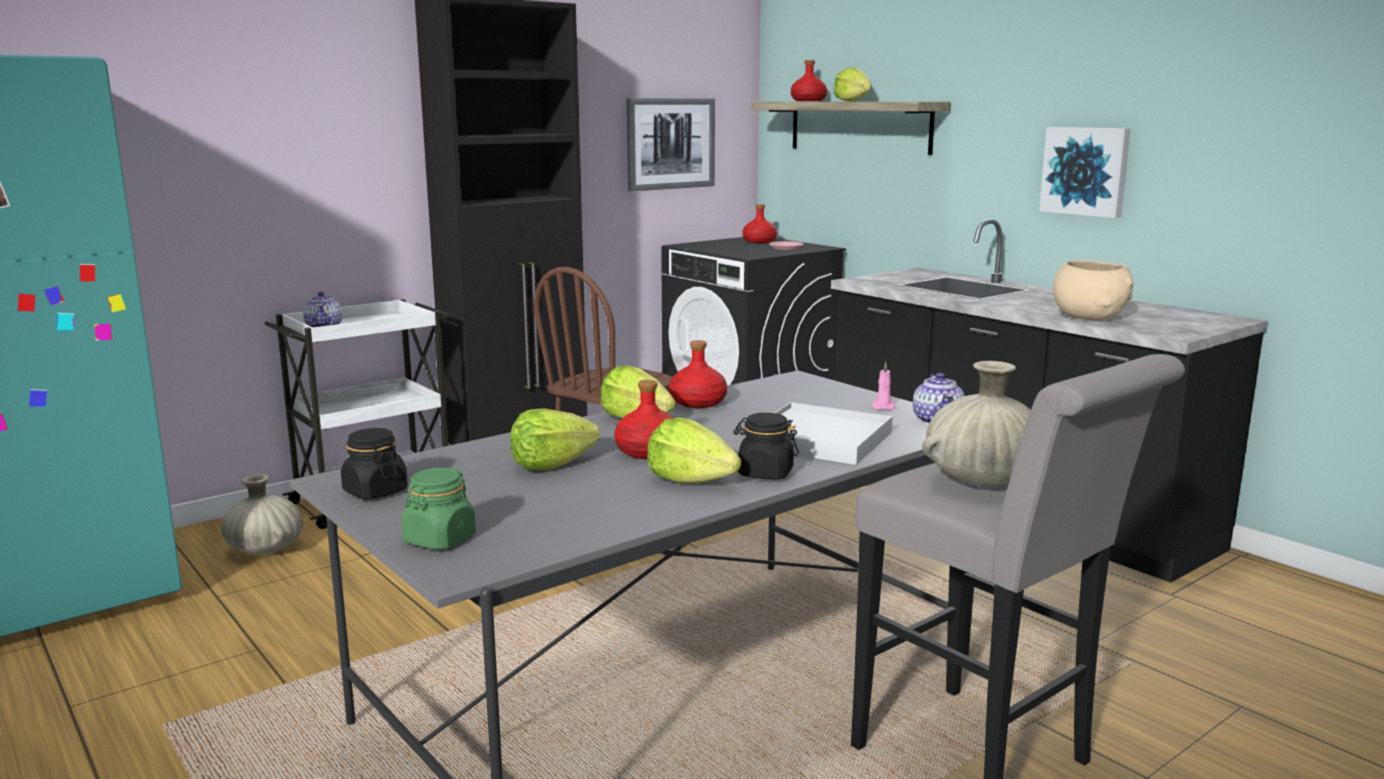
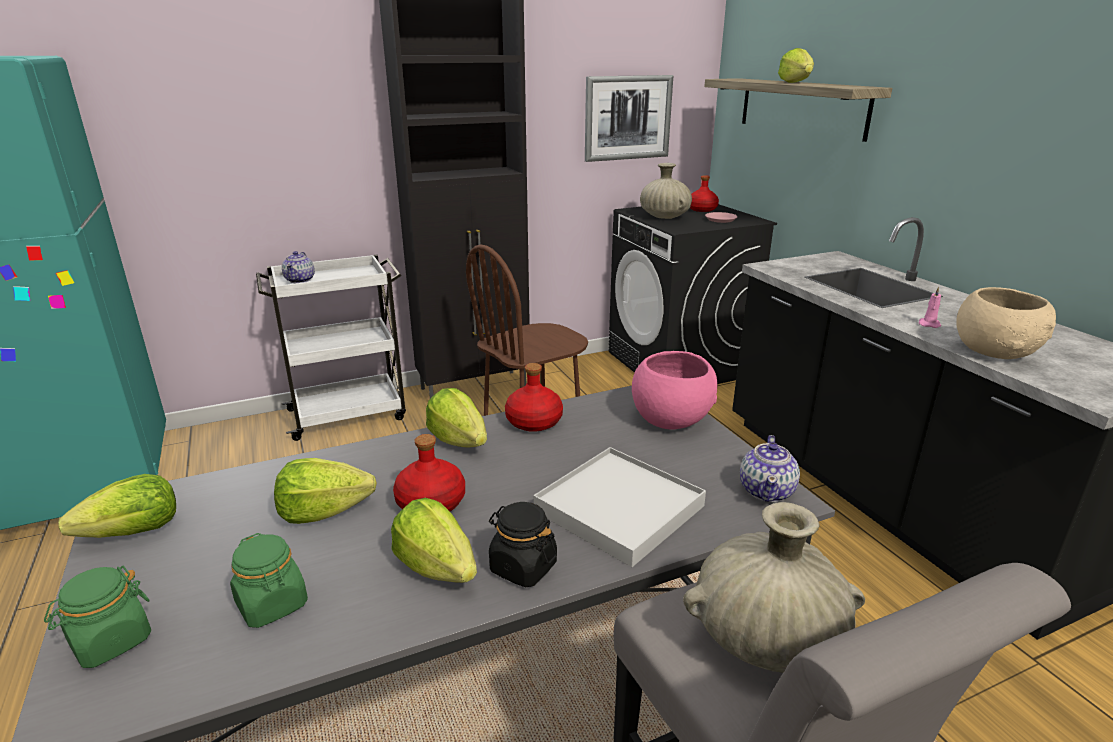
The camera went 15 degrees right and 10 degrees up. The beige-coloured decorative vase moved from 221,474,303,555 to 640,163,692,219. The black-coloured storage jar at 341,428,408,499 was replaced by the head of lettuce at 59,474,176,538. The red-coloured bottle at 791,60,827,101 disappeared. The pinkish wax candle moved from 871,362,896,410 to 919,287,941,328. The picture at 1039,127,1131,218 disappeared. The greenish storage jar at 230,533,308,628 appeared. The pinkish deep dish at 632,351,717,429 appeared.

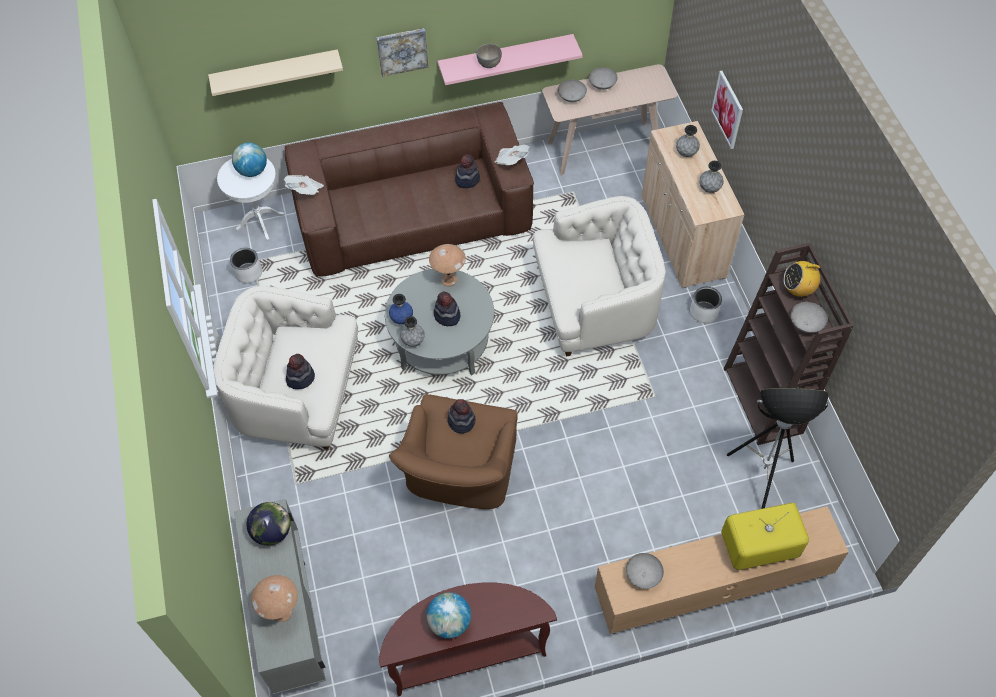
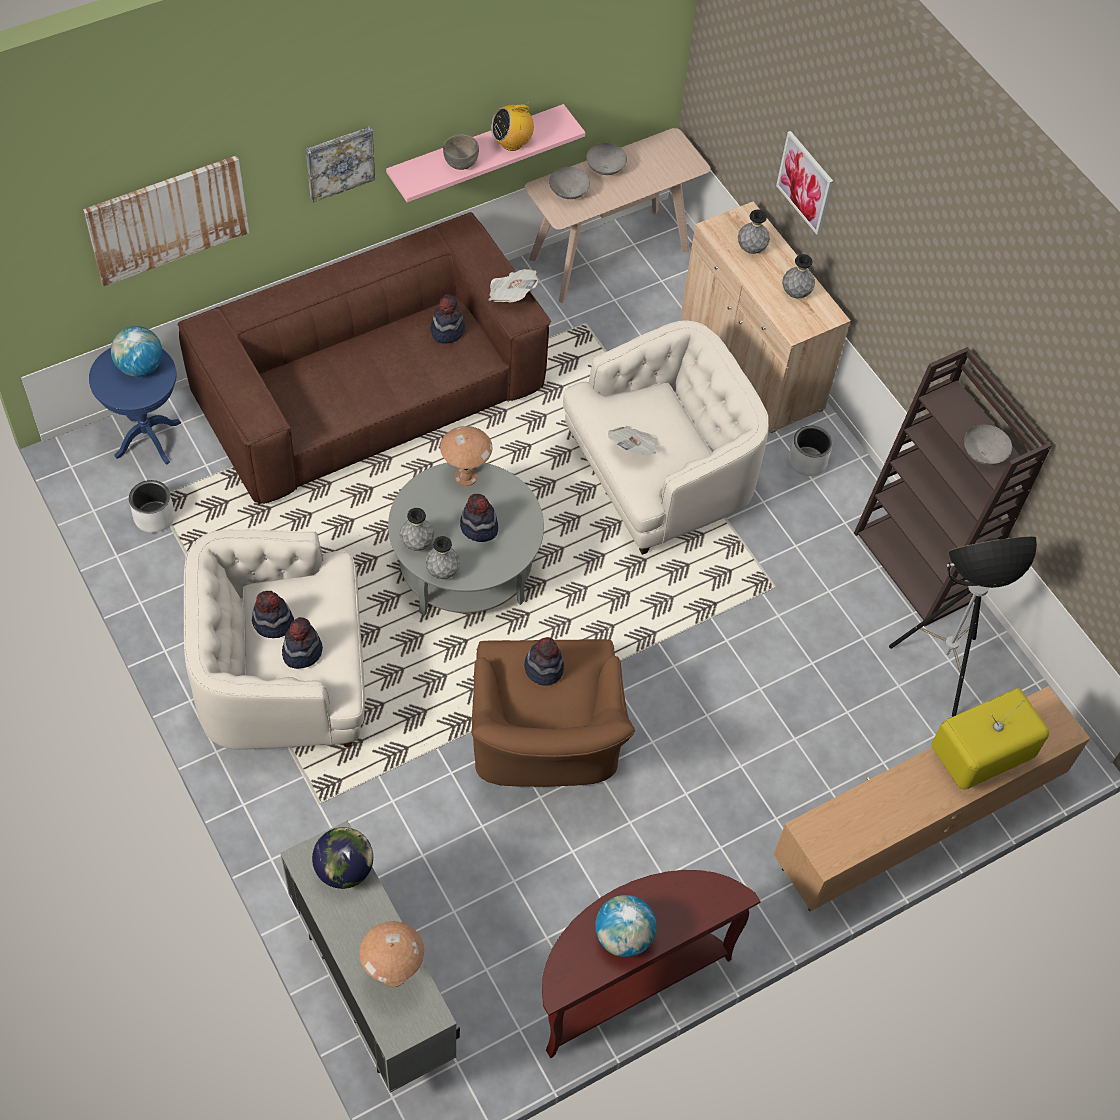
The camera went 20 degrees left and 0 degrees up. The beige-coloured bracket shelf at 208,49,343,96 was replaced by the picture at 83,155,249,287. The white side table at 217,159,285,240 became the blue-coloured side table at 89,348,181,465. The newspaper moved from 284,175,324,195 to 608,426,658,455. The blue-coloured decorative vase at 389,294,413,324 became the gray decorative vase at 400,508,434,551. The gray deep dish at 626,553,664,589 disappeared. The radio moved from 783,260,821,297 to 491,100,534,151. The wearable hat at 252,591,294,638 appeared.

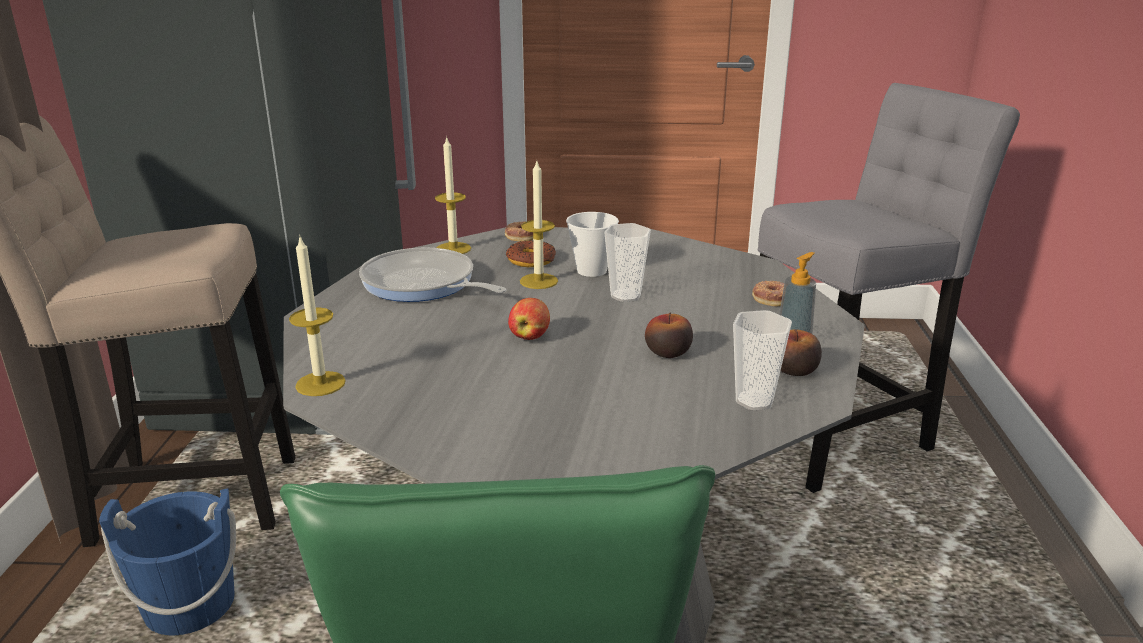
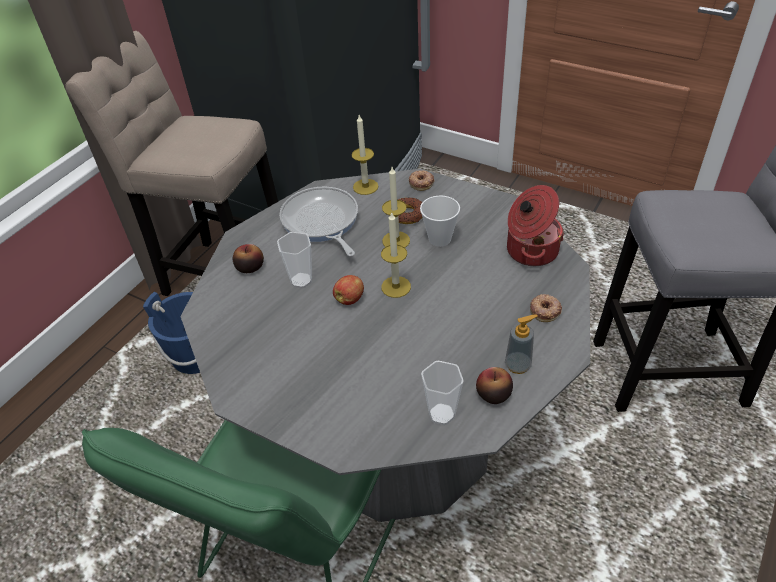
The camera went 30 degrees right and 20 degrees up. The wax candle moved from 289,237,346,396 to 381,211,411,298. The cup moved from 604,223,651,302 to 277,232,312,288. The whole apple moved from 645,313,693,358 to 233,244,264,273. The stockpot at 507,185,564,266 appeared.

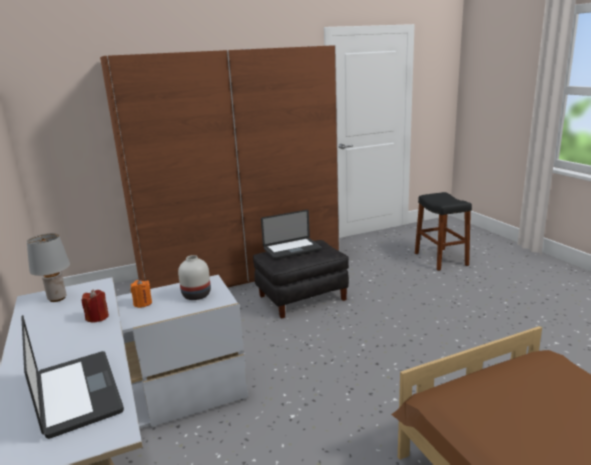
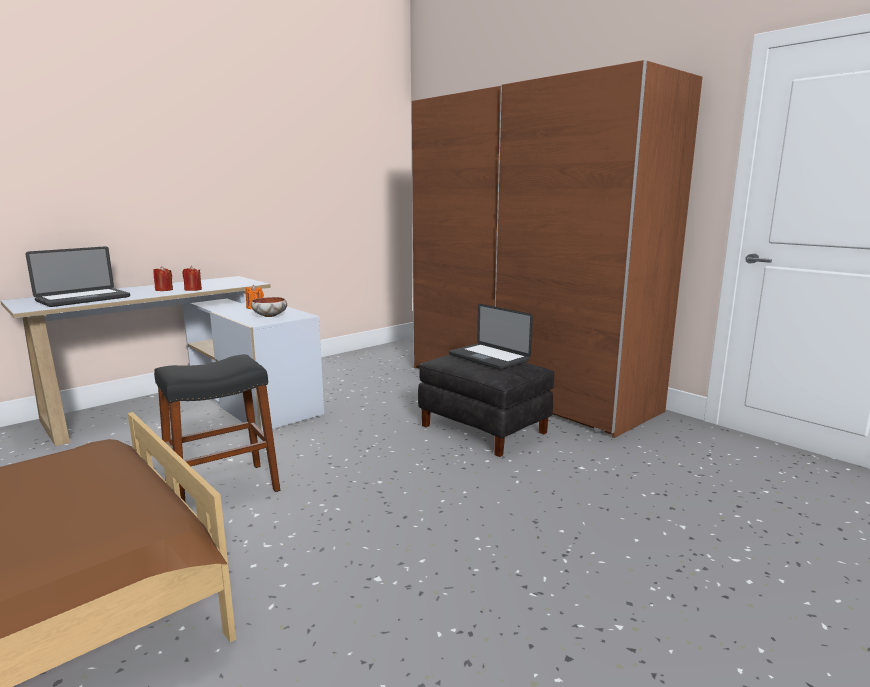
The camera went 70 degrees right and 5 degrees down. The gray tabletop lamp at 27,233,70,302 disappeared. The white decorative vase at 178,255,211,300 was replaced by the deep dish at 251,297,287,317. The black-coloured sitting stool moved from 415,192,472,271 to 154,354,280,502. The red-coloured wax candle at 153,266,173,291 appeared.

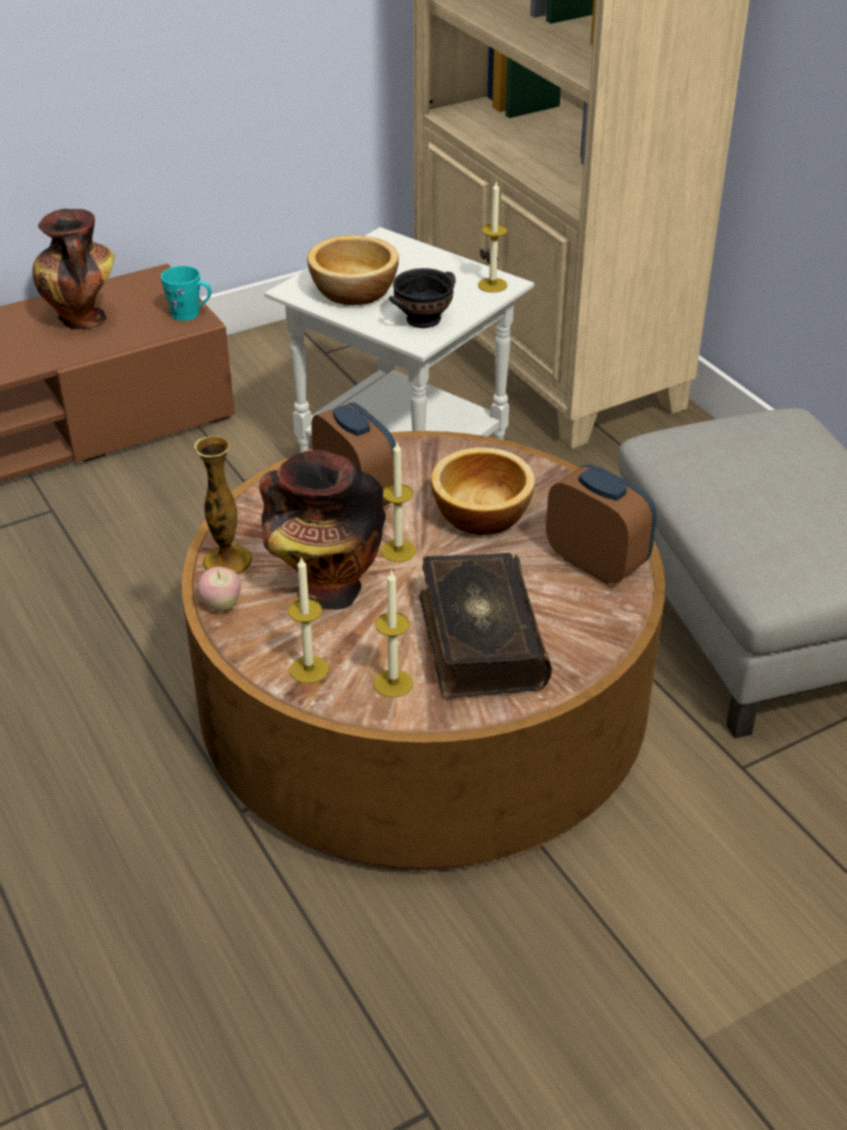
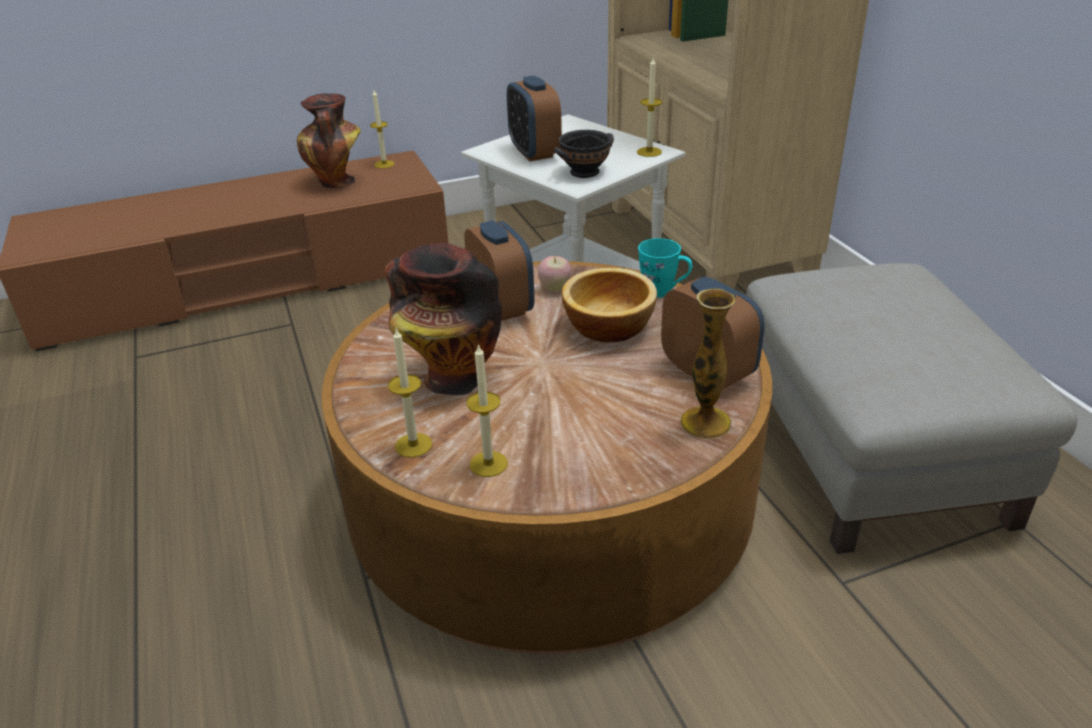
The camera went 10 degrees right and 5 degrees down. The turquoise mug moved from 161,266,211,321 to 638,238,693,298. The decorative vase moved from 194,436,252,575 to 681,289,735,439. The whole apple moved from 198,566,241,611 to 538,255,571,291. The deep dish at 307,235,399,305 was replaced by the bedside clock at 507,75,562,161. The wax candle moved from 381,443,416,562 to 370,90,395,169. The book at 419,553,552,698 disappeared.

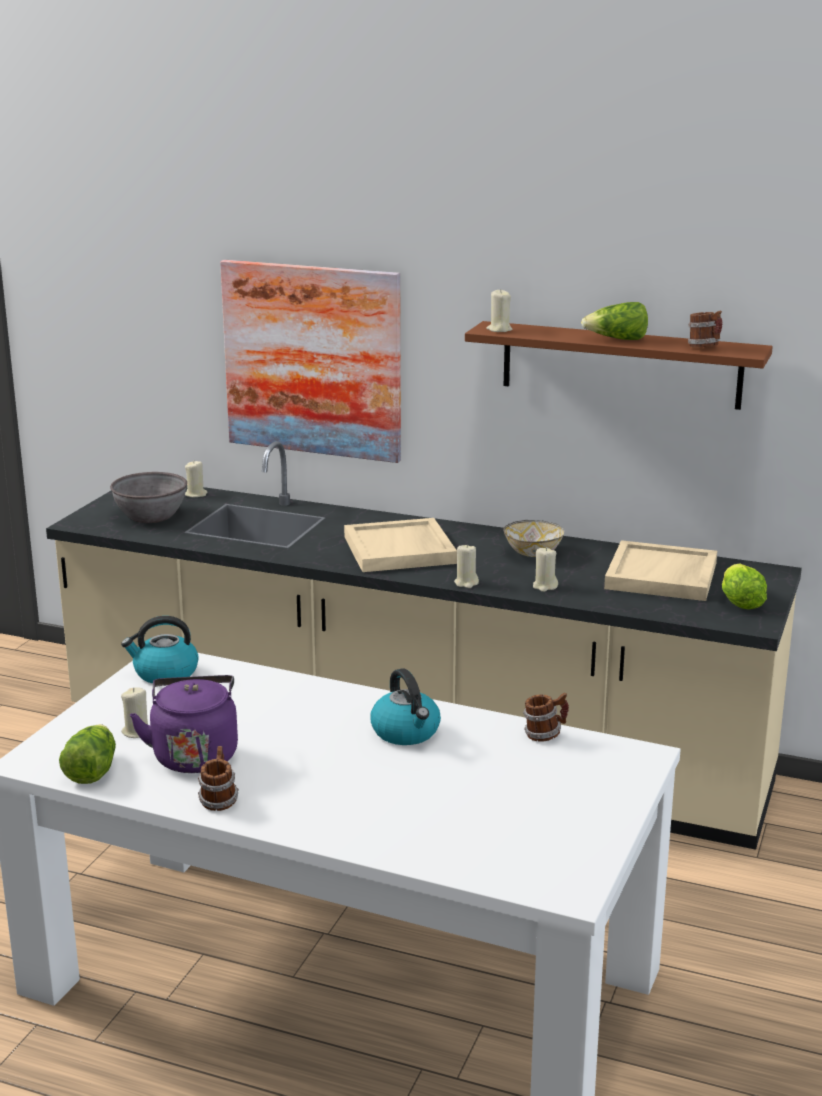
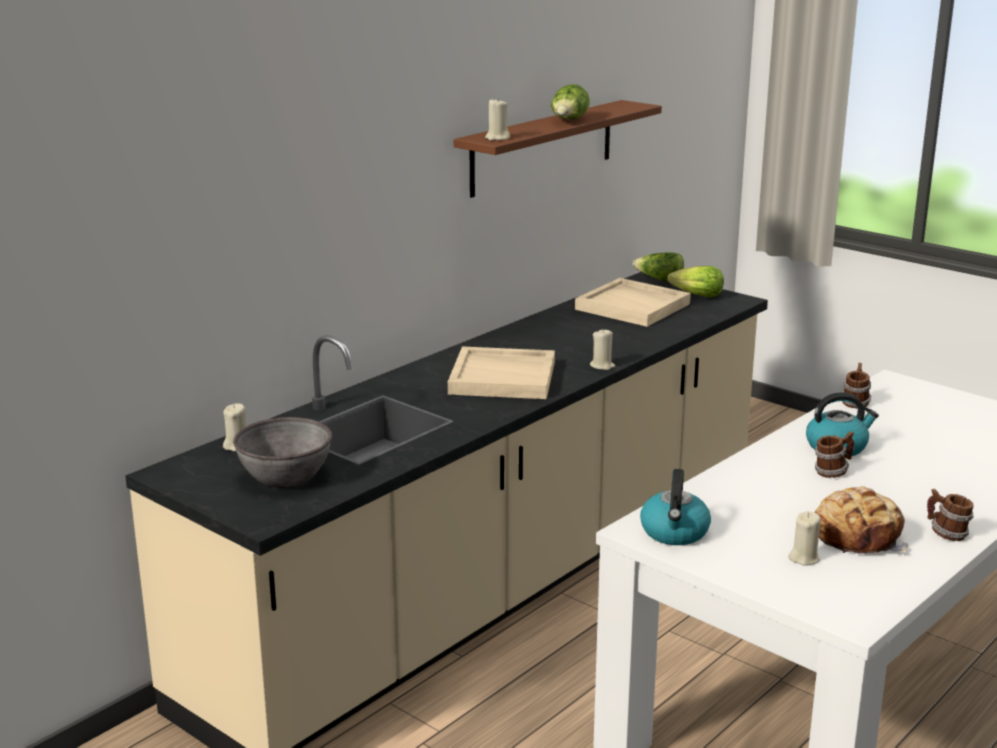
The camera went 70 degrees left and 0 degrees up. The head of lettuce moved from 59,724,116,784 to 633,252,684,282. The purple-coloured kettle at 130,675,238,773 was replaced by the bakery bread at 815,486,908,554. The picture at 220,260,401,463 disappeared. The deep dish at 503,520,564,557 disappeared. The beige-coloured wax candle at 533,547,558,592 disappeared. The mug moved from 688,311,722,347 to 815,431,855,478.

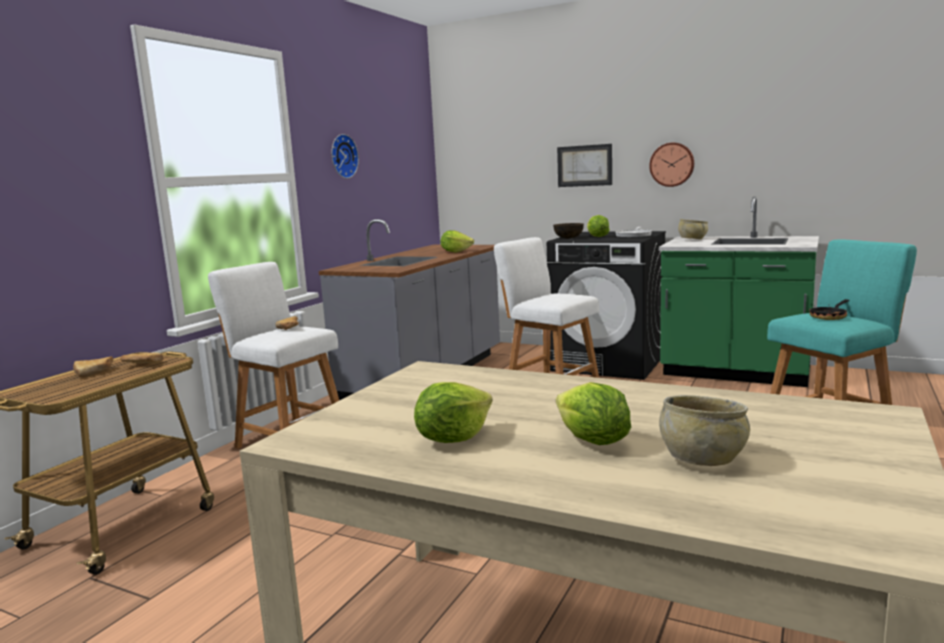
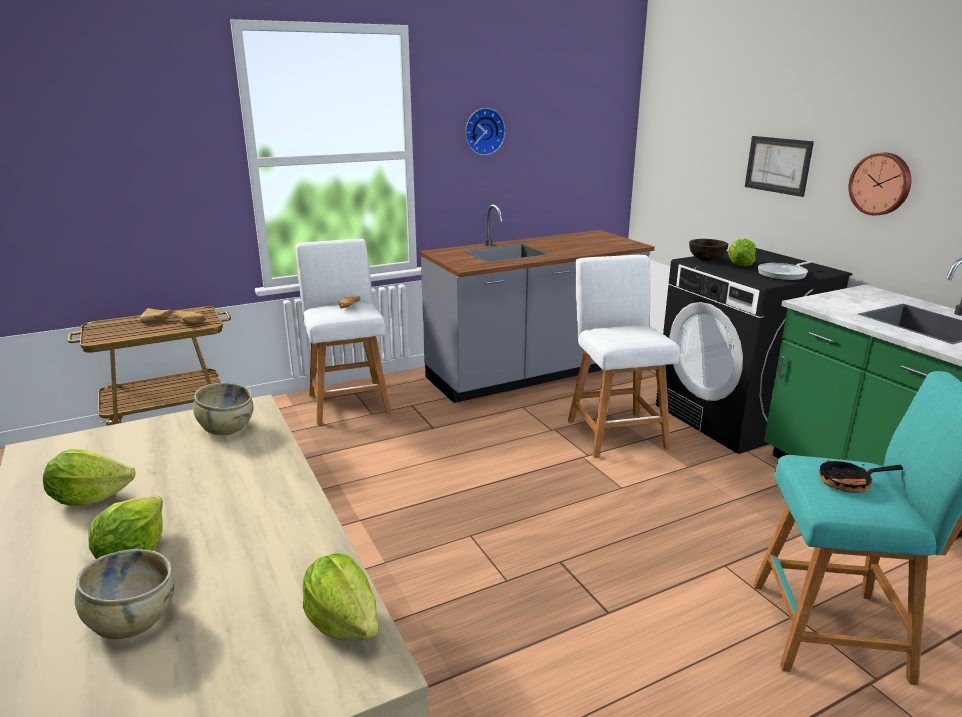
The camera went 35 degrees right and 10 degrees up. The head of lettuce moved from 441,230,474,253 to 302,553,378,641. The beige-coloured deep dish moved from 678,219,708,239 to 193,383,253,435.

